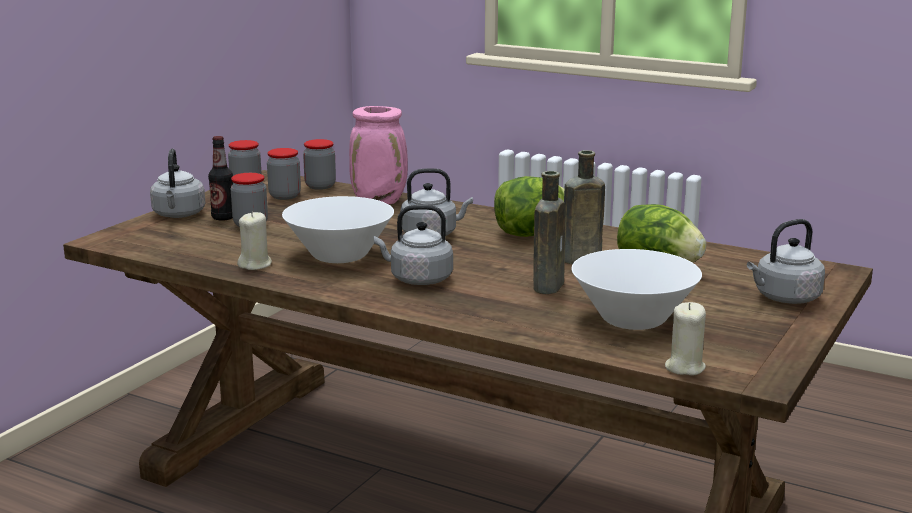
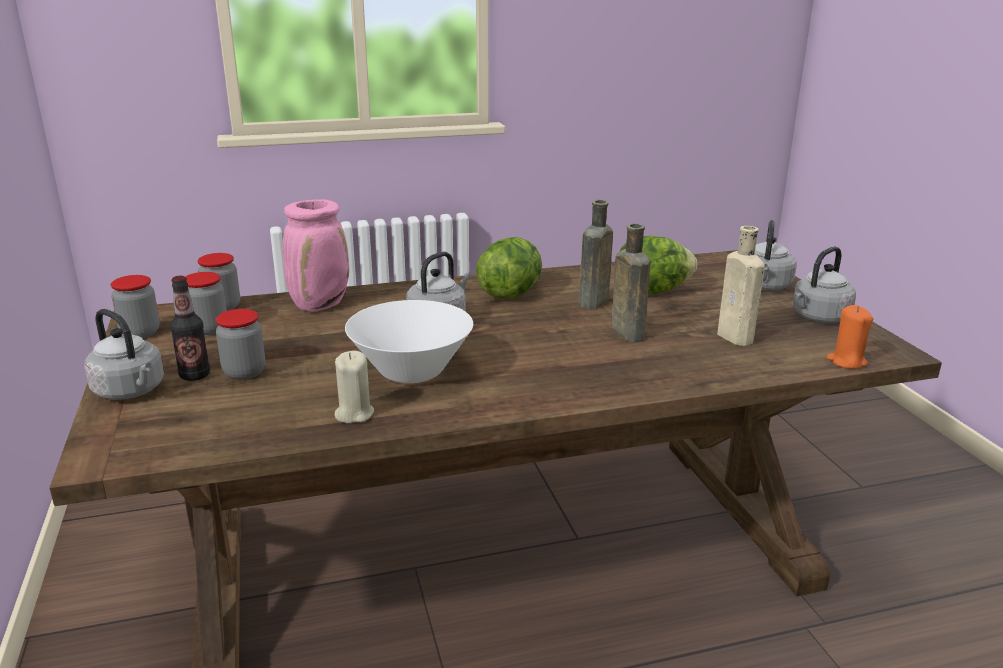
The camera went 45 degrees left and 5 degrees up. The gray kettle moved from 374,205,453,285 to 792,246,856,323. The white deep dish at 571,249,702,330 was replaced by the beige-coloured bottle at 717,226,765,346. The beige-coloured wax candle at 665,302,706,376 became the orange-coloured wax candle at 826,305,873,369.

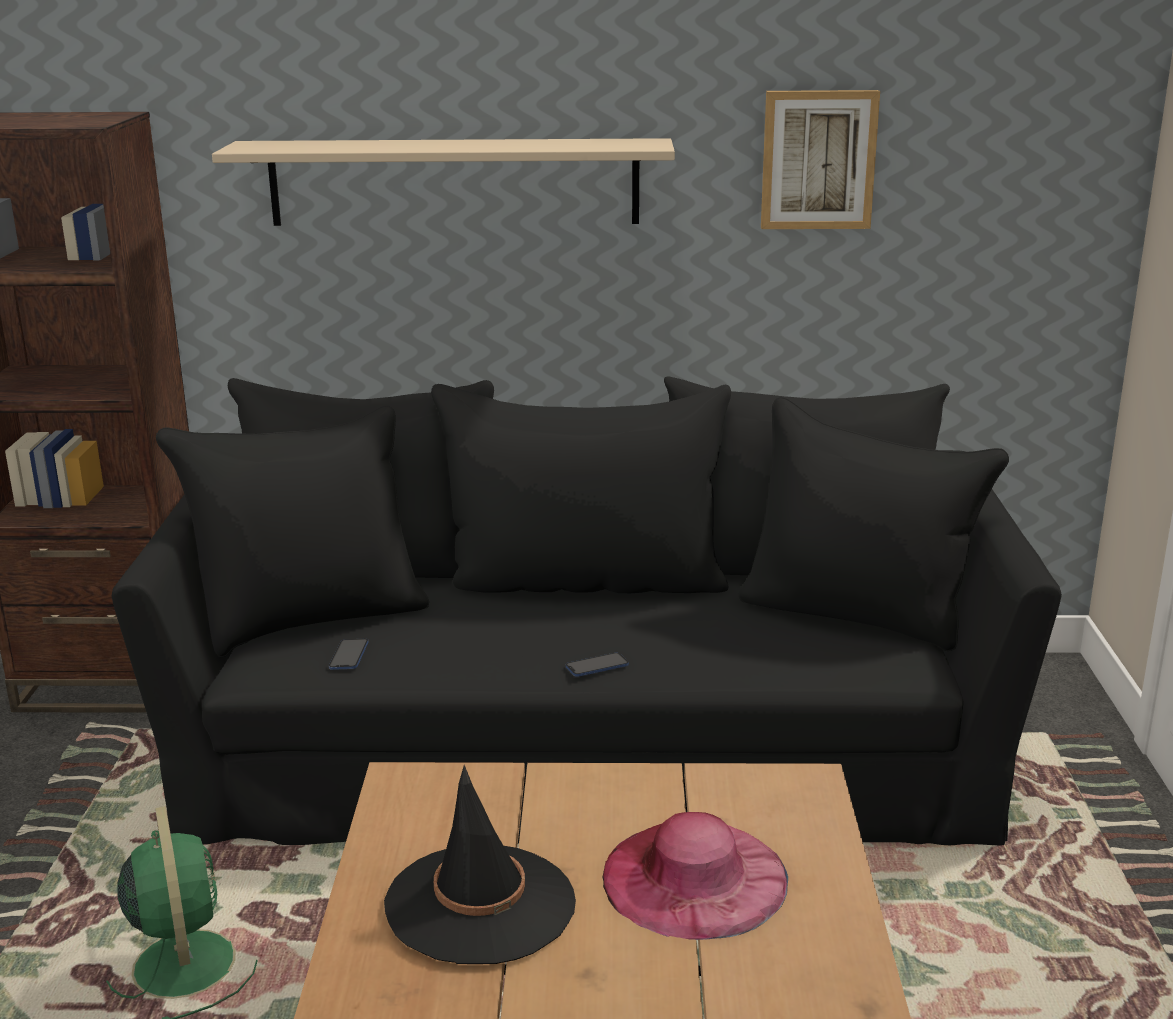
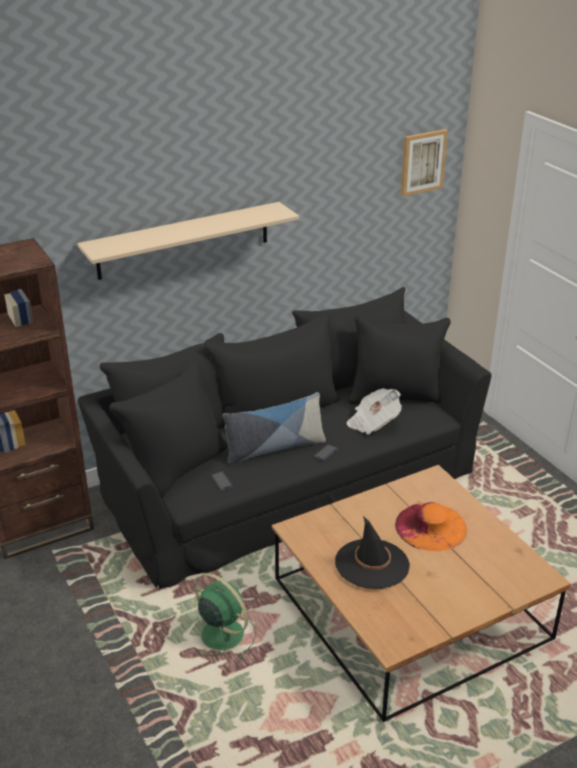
The camera went 30 degrees left and 10 degrees up. The pinkish wearable hat at 603,812,788,940 became the orange-coloured wearable hat at 395,502,466,551. The picture moved from 761,90,880,229 to 401,129,448,196. The cushion at 223,392,326,464 appeared. The newspaper at 347,388,402,435 appeared.

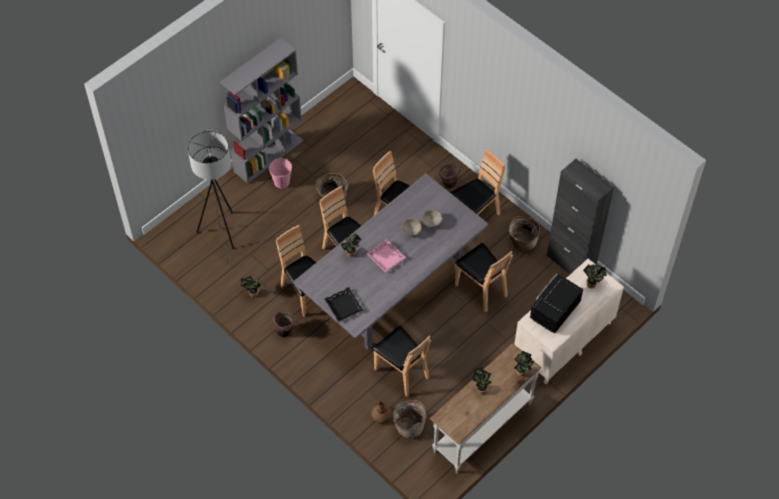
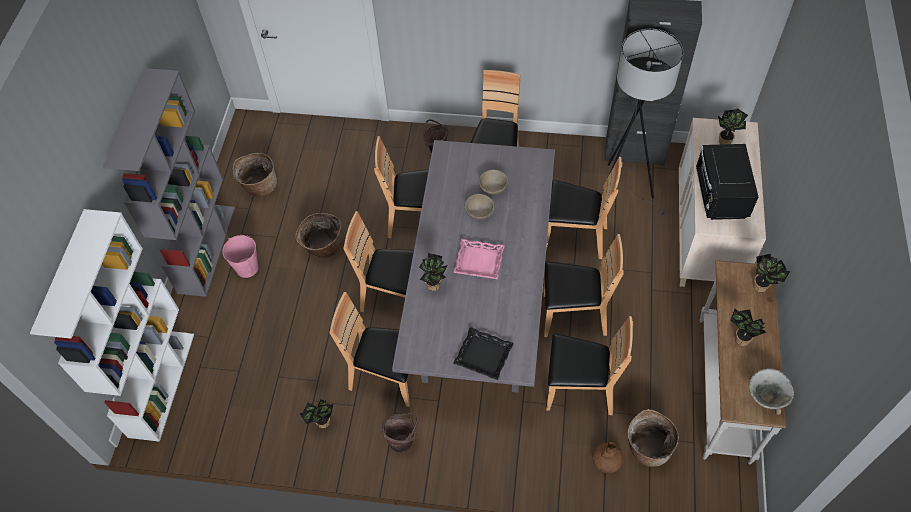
The camera went 35 degrees left and 0 degrees up. The gray standard lamp moved from 188,131,234,264 to 601,29,683,217. The basket moved from 509,216,540,251 to 233,153,277,198. The white shelving unit at 30,209,194,442 appeared. The brown plain chair at 544,234,624,337 appeared. The deep dish at 749,368,794,415 appeared.

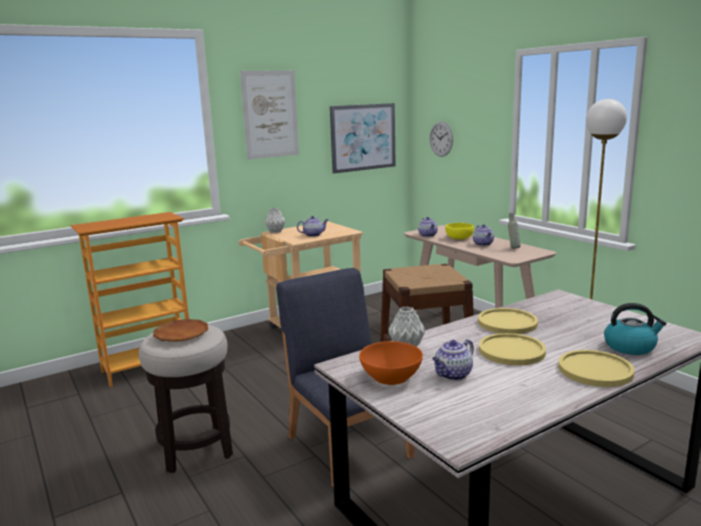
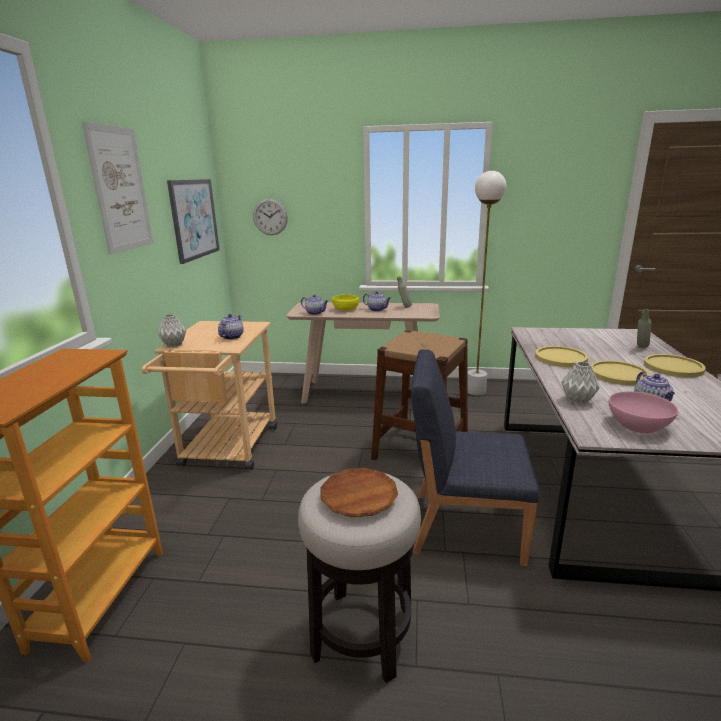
The camera went 50 degrees left and 5 degrees up. The orange-coloured deep dish at 359,341,423,385 became the pinkish deep dish at 609,391,678,433. The kettle at 604,303,667,355 was replaced by the gray bottle at 637,309,651,348.

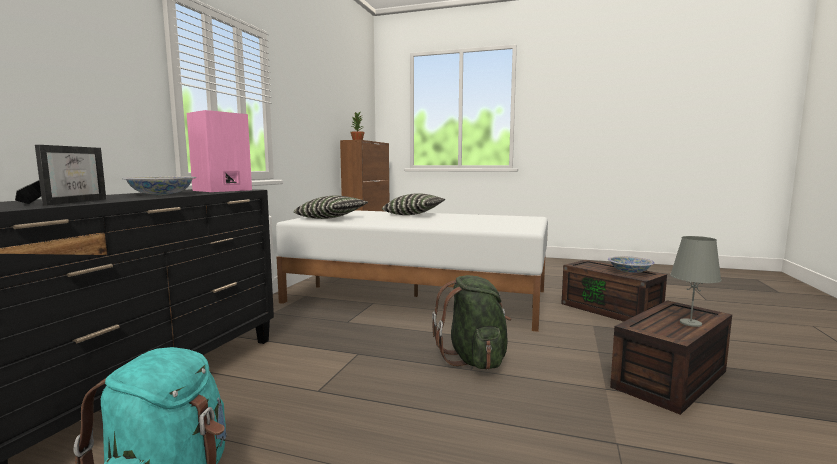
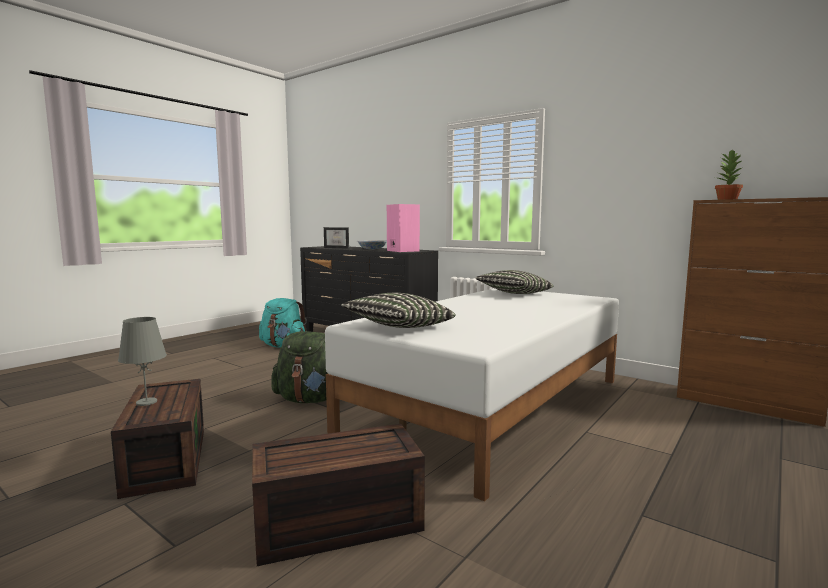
The camera went 110 degrees right and 0 degrees up. The cushion moved from 382,193,445,215 to 341,293,456,328. The deep dish at 608,256,655,273 disappeared.

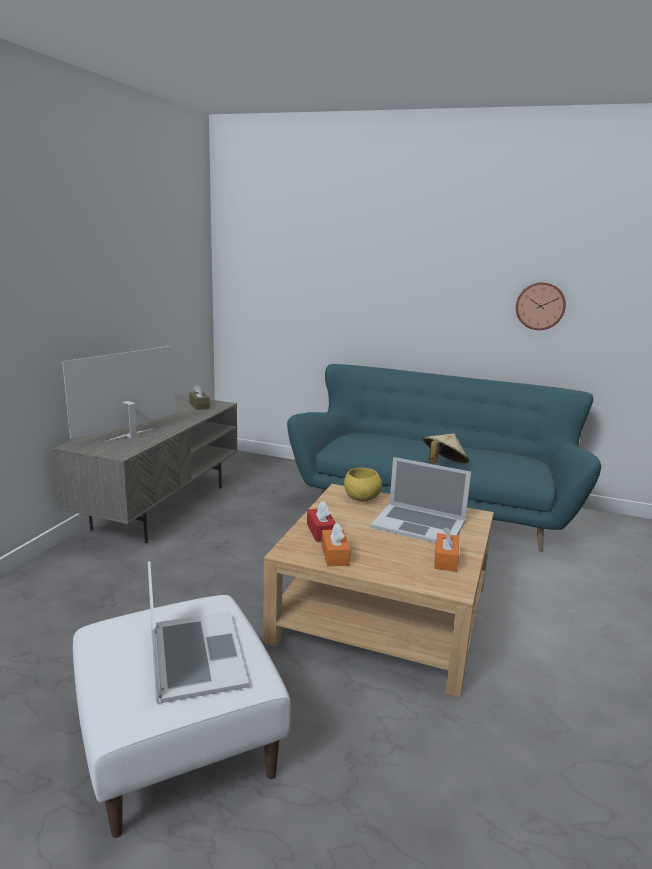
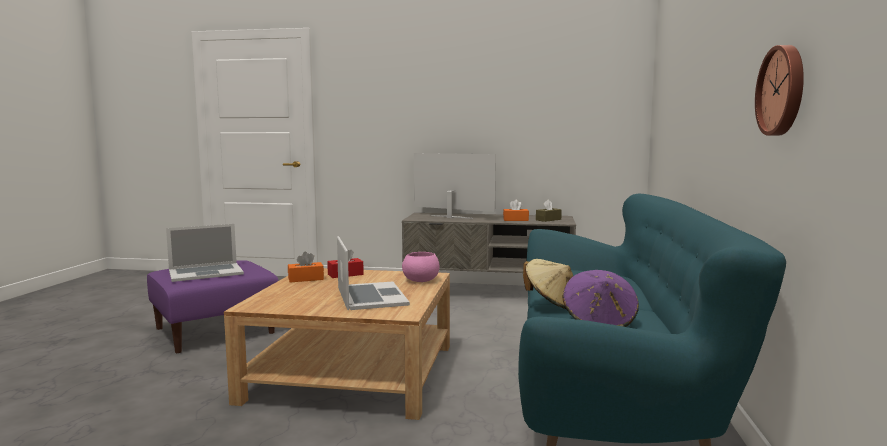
The camera went 80 degrees right and 10 degrees down. The white pouffe at 73,595,291,838 became the purple-coloured pouffe at 147,260,278,353. The yellow-coloured deep dish at 344,468,382,501 became the pinkish deep dish at 402,252,440,282. The notebook computer at 371,457,471,543 turned 150 degrees clockwise. The orange-coloured tissue box moved from 434,527,459,572 to 503,200,529,221. The purple-coloured wearable hat at 562,270,639,327 appeared.

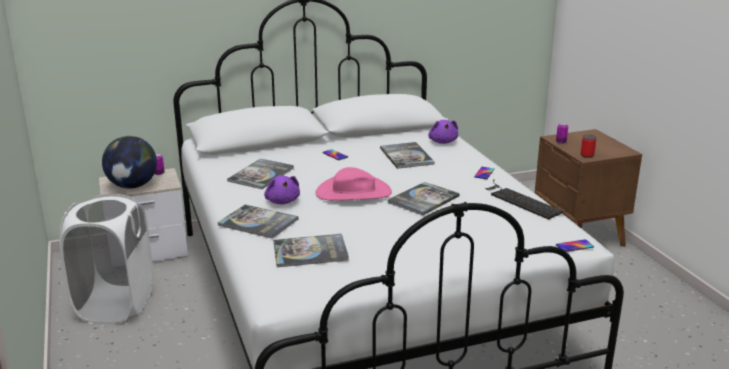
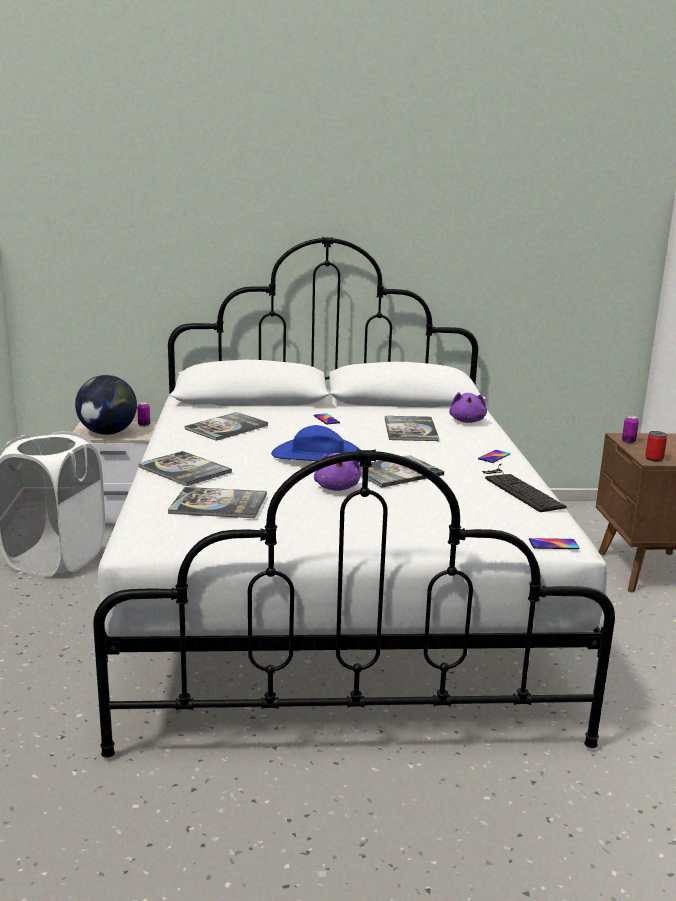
The camera went 15 degrees right and 5 degrees down. The purple-coloured soft toy moved from 264,175,300,204 to 314,453,361,491. The pinkish wearable hat at 315,167,392,201 became the blue-coloured wearable hat at 271,425,361,463.

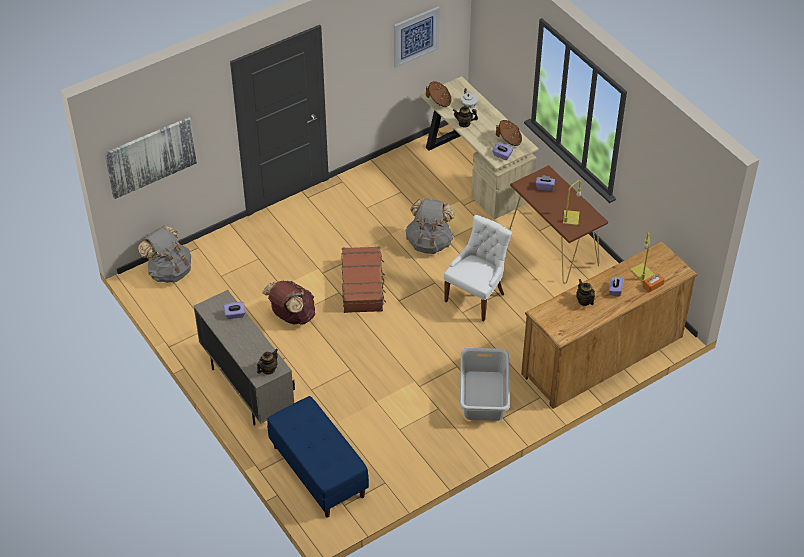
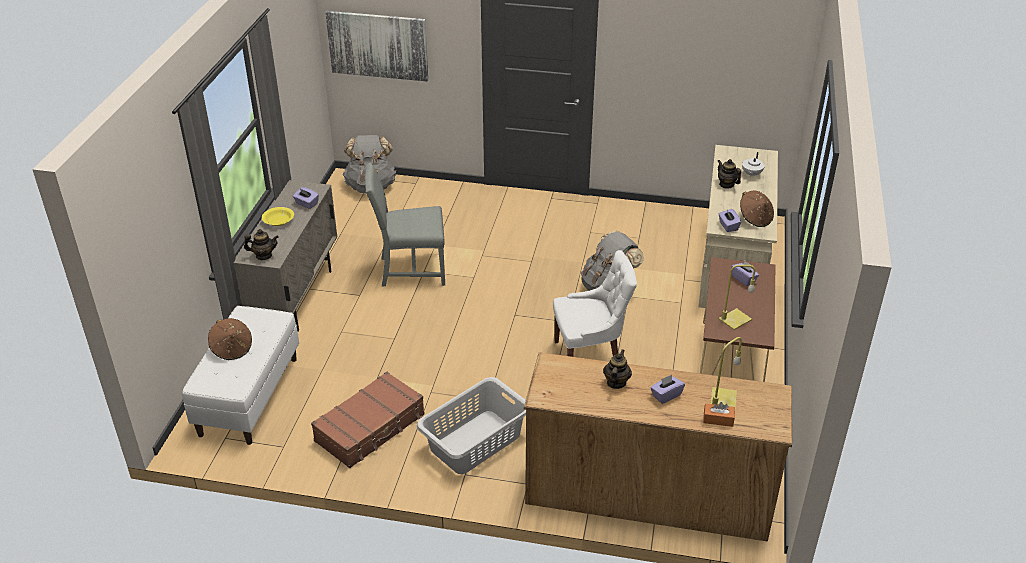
The camera went 45 degrees right and 10 degrees down. The brown rucksack at 262,281,315,325 was replaced by the gray plain chair at 365,163,445,286. The blue-coloured bench at 267,396,369,518 became the white bench at 182,306,299,445. The brown piece of luggage moved from 341,246,386,313 to 311,371,425,468. The picture at 394,7,440,68 disappeared. The brown wearable hat moved from 426,81,452,107 to 208,318,252,360. The yellow-coloured deep dish at 262,207,294,226 appeared.

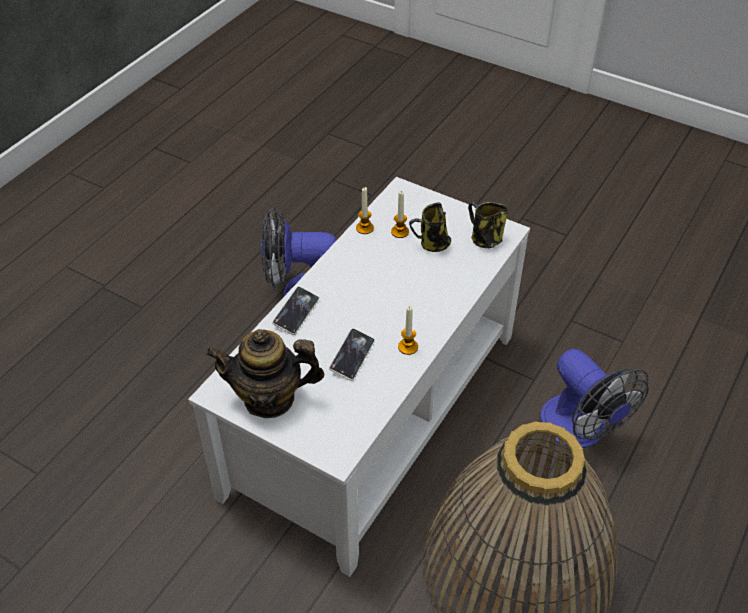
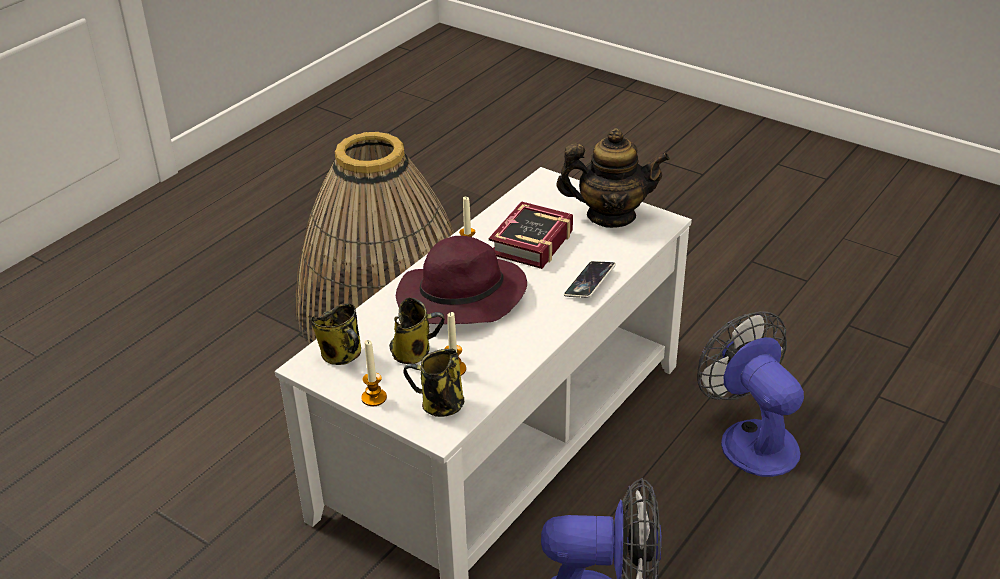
The camera went 175 degrees left and 10 degrees down. The telephone at 329,328,375,381 was replaced by the book at 489,201,573,269. The wax candle moved from 356,187,374,234 to 361,340,387,406. The cooling fan moved from 541,349,649,448 to 697,311,804,477. The purple-coloured wearable hat at 396,236,527,324 appeared. The mug at 404,349,464,417 appeared.

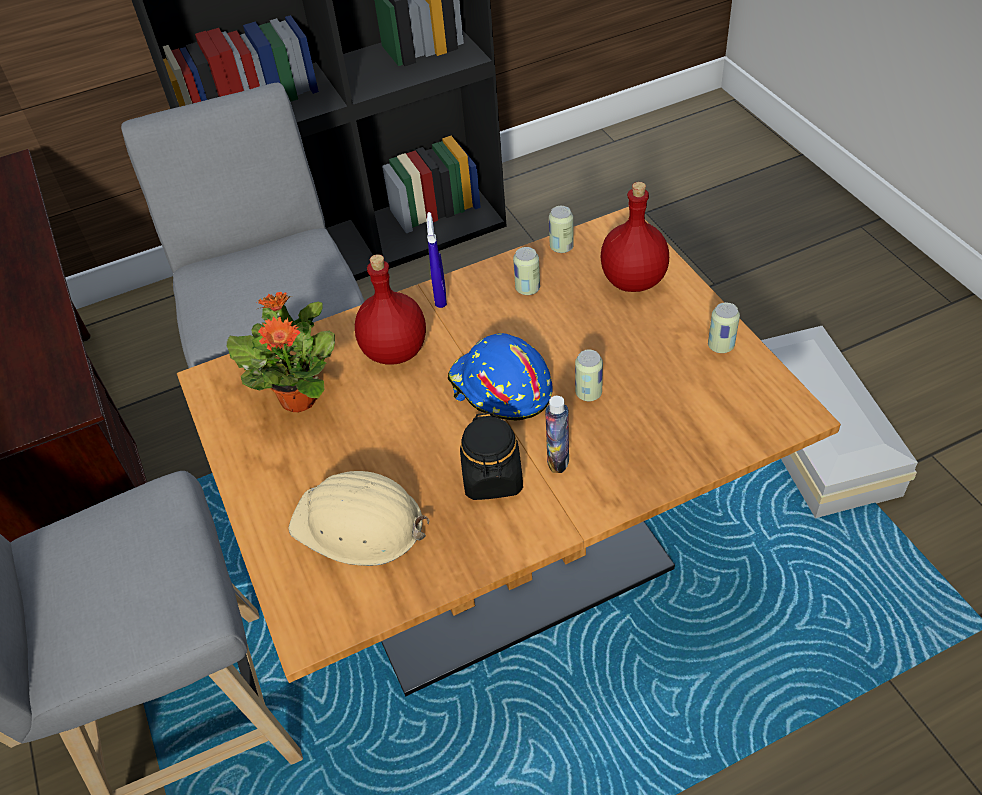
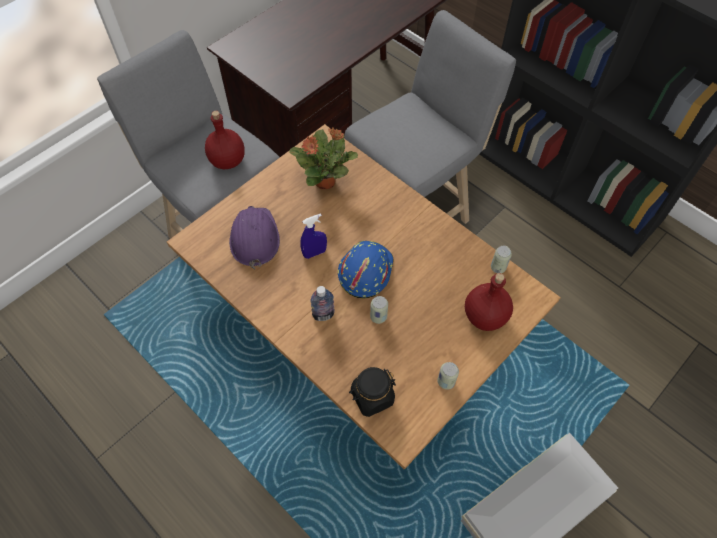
The camera went 65 degrees right and 10 degrees up. The beige-coloured work helmet at 289,471,429,566 became the purple-coloured work helmet at 229,206,280,269. The red-coloured bottle moved from 355,254,426,365 to 205,111,245,169. The blue-coloured hand sprayer moved from 427,212,447,308 to 300,213,327,259. The black-coloured storage jar moved from 460,412,523,500 to 349,367,396,417. The sealed can at 513,247,540,295 disappeared.

